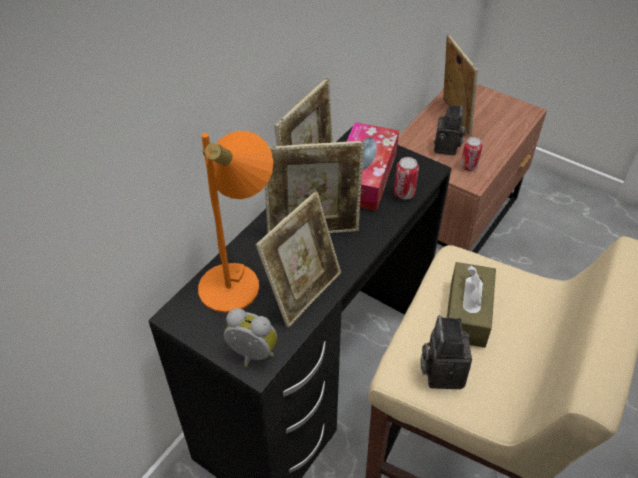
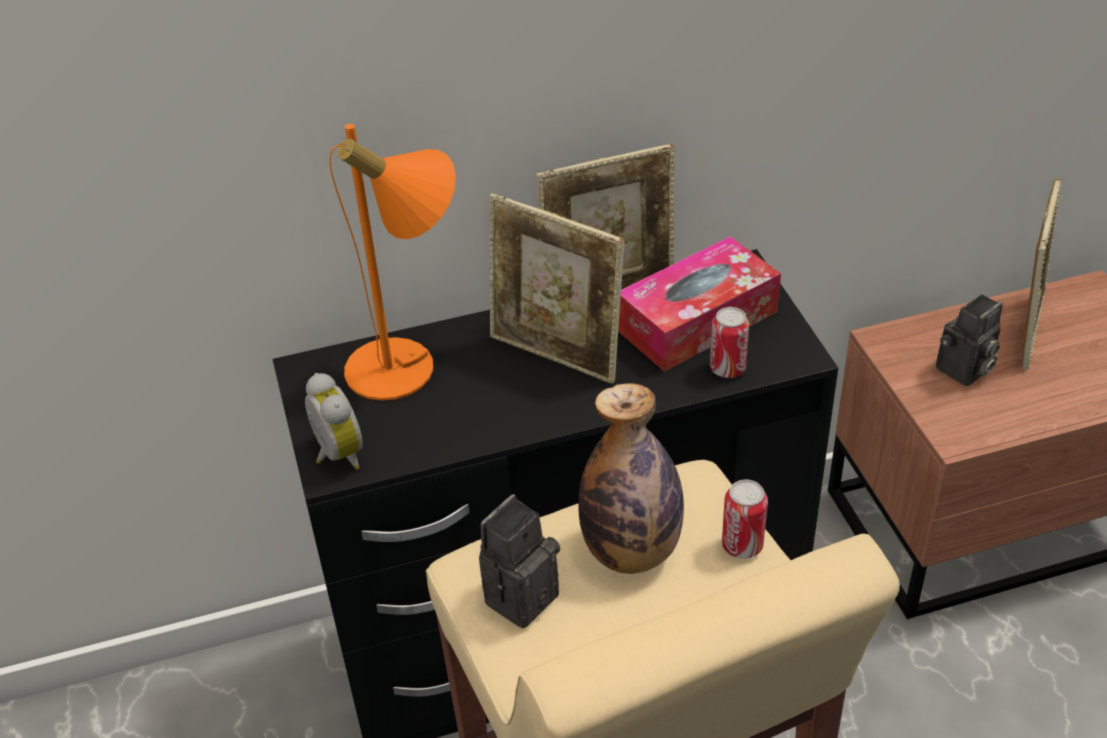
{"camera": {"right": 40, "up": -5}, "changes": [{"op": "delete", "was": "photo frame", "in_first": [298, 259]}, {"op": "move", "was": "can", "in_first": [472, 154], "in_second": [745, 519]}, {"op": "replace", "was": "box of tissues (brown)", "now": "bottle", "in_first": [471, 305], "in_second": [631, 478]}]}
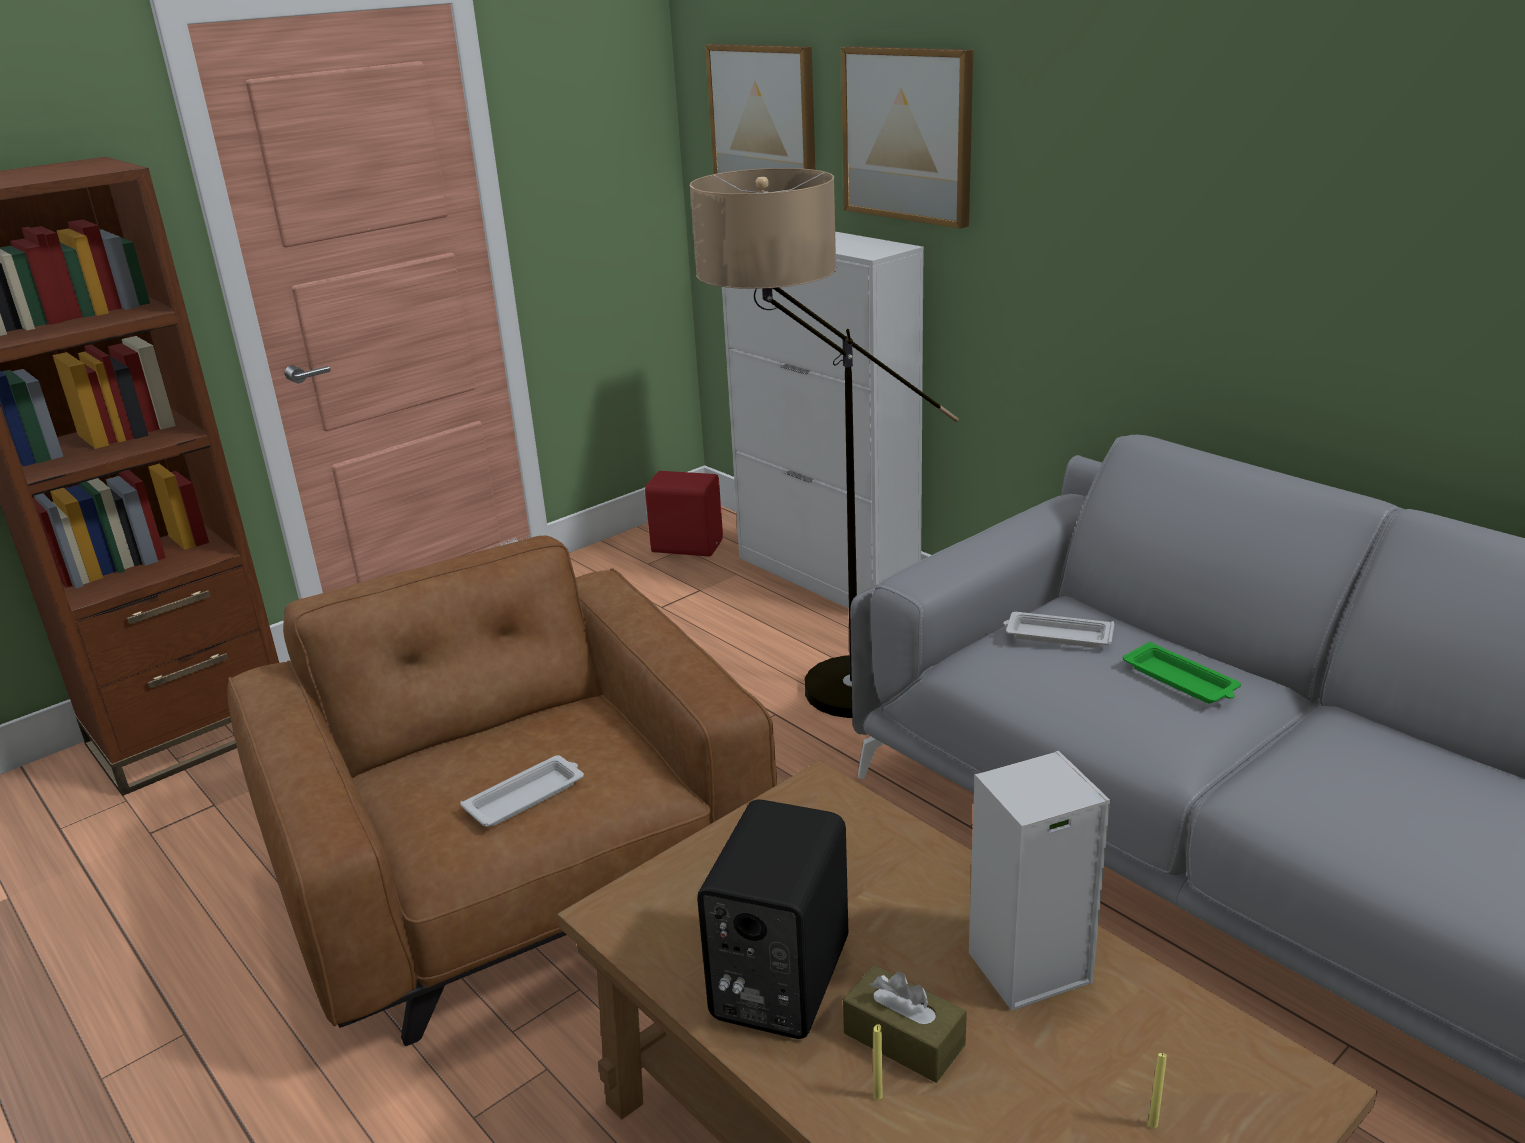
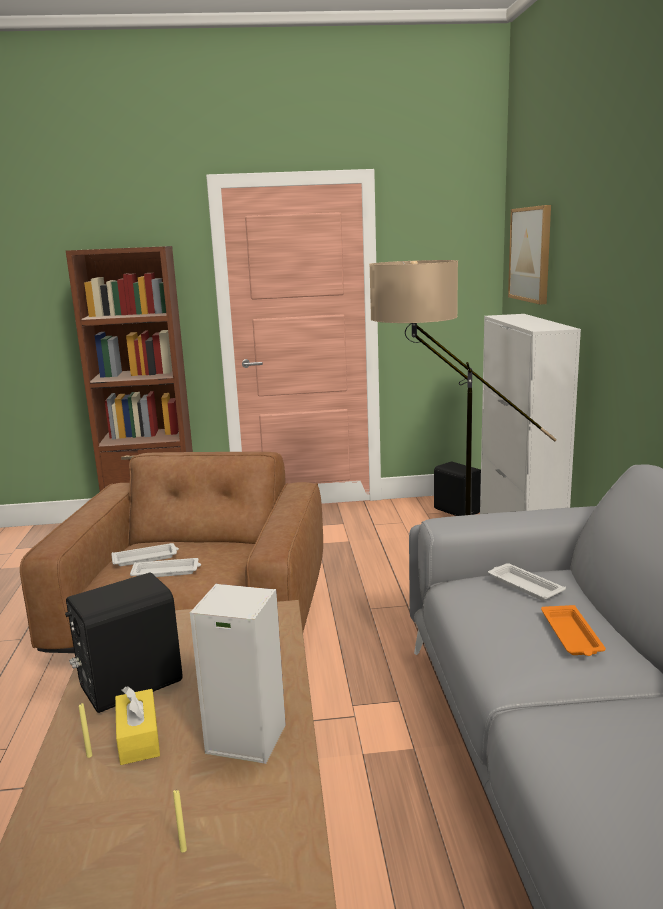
{"camera": {"right": 35, "up": -10}, "changes": [{"op": "delete", "was": "wall art", "in_first": [907, 137]}, {"op": "insert", "now": "carrying tray (white-coloured)", "in_second": [145, 554]}, {"op": "recolor", "was": "loudspeaker (reddish)", "now": "loudspeaker (black)", "in_first": [684, 514], "in_second": [457, 489]}, {"op": "recolor", "was": "box of tissues (brown)", "now": "box of tissues (yellow)", "in_first": [905, 1024], "in_second": [137, 725]}, {"op": "recolor", "was": "carrying tray (greenish)", "now": "carrying tray (orange)", "in_first": [1182, 672], "in_second": [573, 630]}]}
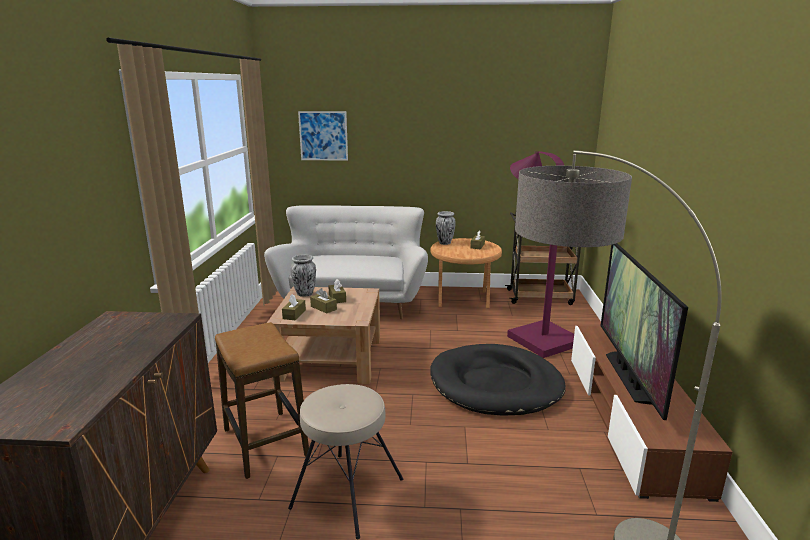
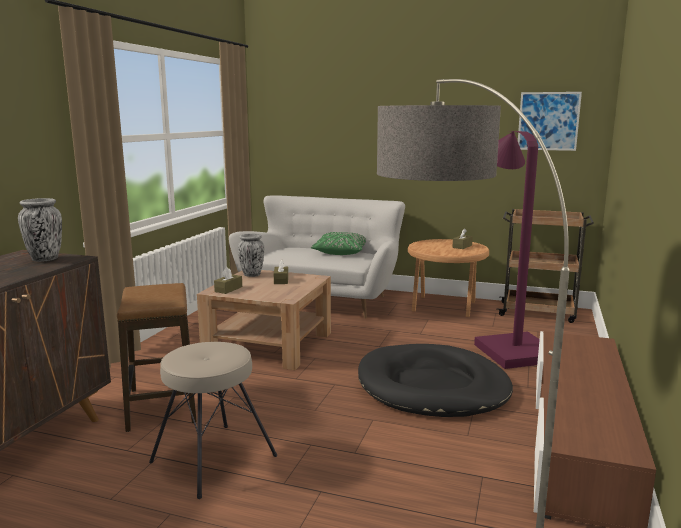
{"camera": {"right": 15, "up": -5}, "changes": [{"op": "delete", "was": "box of tissues (brown)", "in_first": [323, 300]}, {"op": "delete", "was": "TV set", "in_first": [644, 331]}, {"op": "insert", "now": "throw pillow (greenish)", "in_second": [338, 243]}, {"op": "move", "was": "wall art", "in_first": [323, 136], "in_second": [550, 121]}, {"op": "move", "was": "flower vase", "in_first": [446, 228], "in_second": [40, 230]}]}
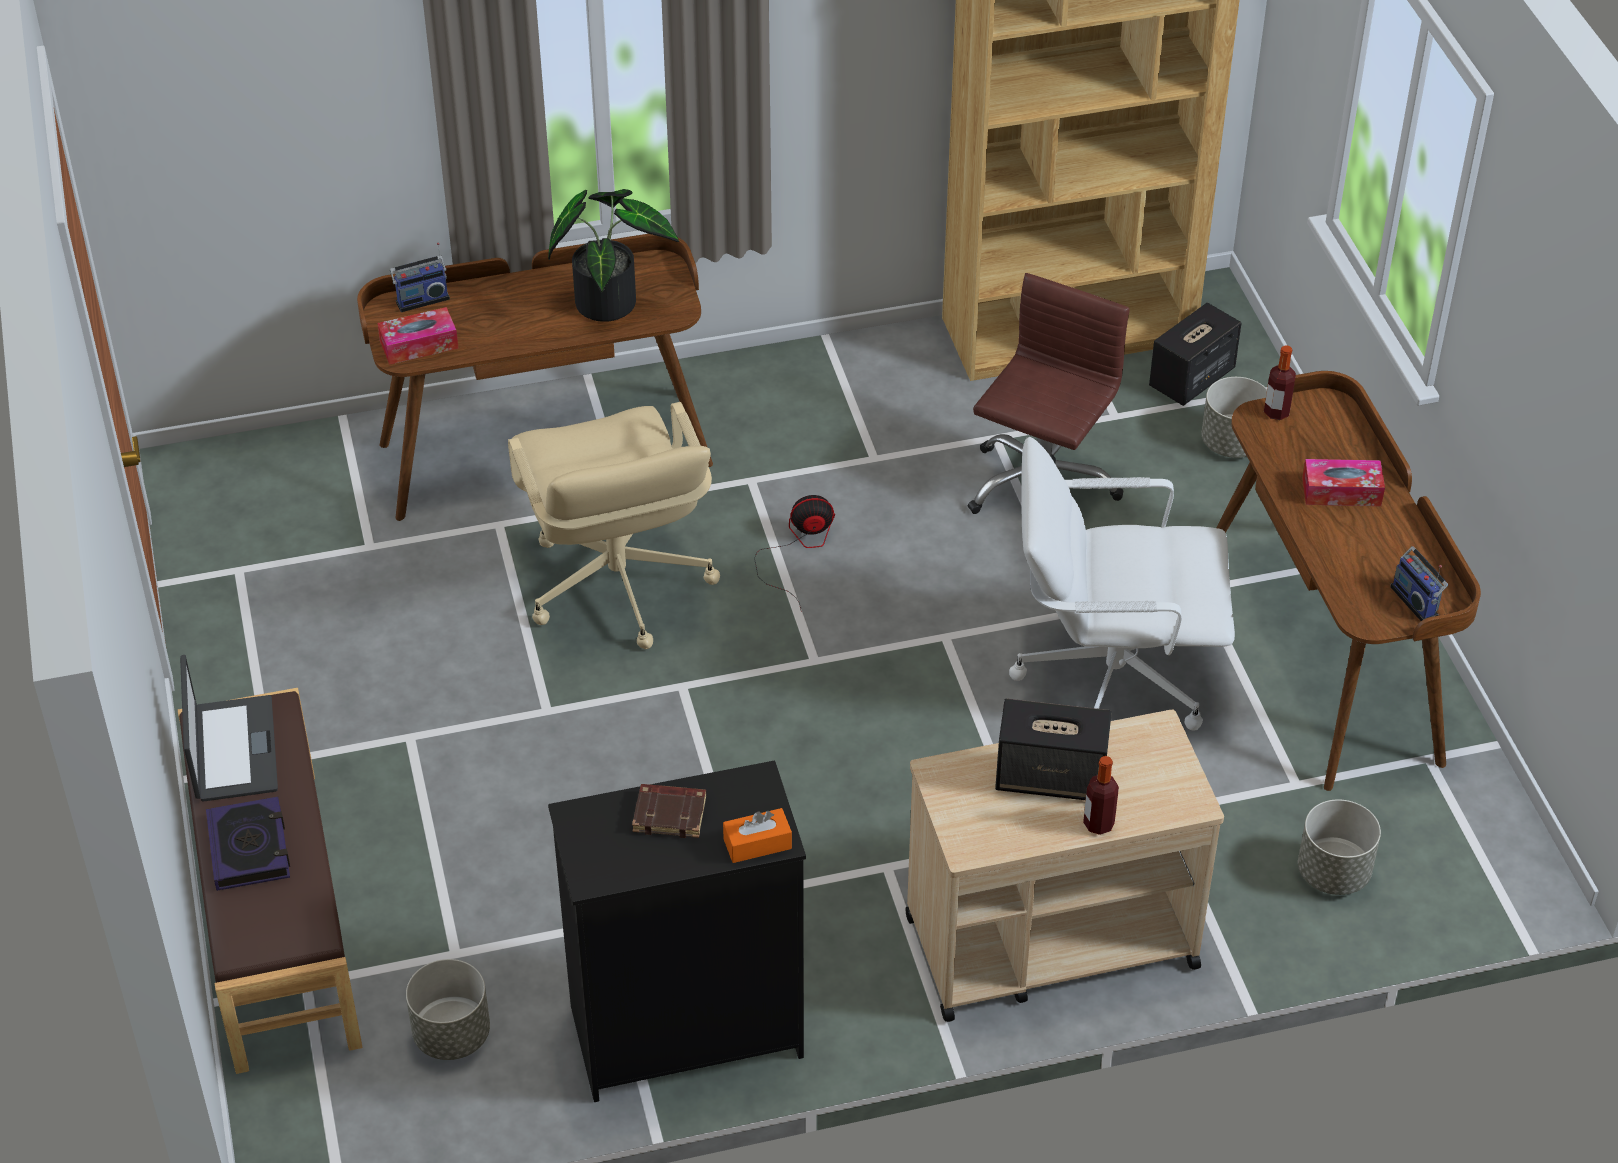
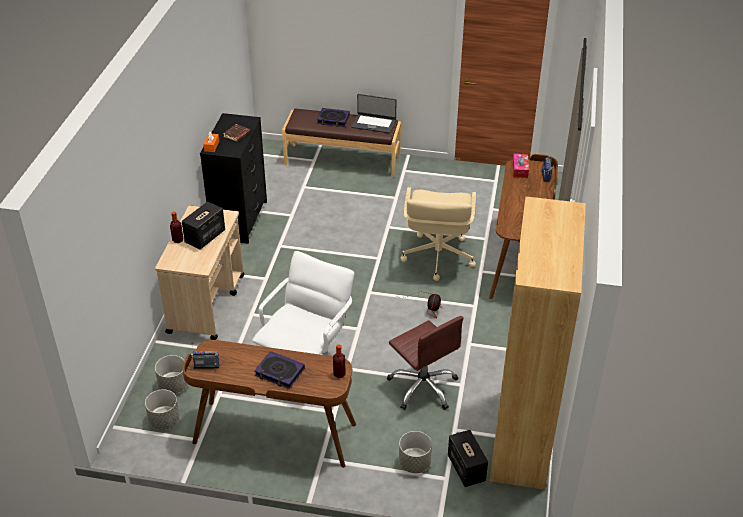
{"camera": {"right": 115, "up": -5}, "changes": [{"op": "delete", "was": "houseplant", "in_first": [613, 255]}, {"op": "move", "was": "planter (greyish)", "in_first": [448, 1009], "in_second": [162, 409]}, {"op": "replace", "was": "box of tissues", "now": "volume", "in_first": [1343, 482], "in_second": [279, 370]}, {"op": "rotate", "was": "office chair (sand-coloured)", "in_first": [614, 525], "in_second": [438, 234], "clockwise": -90}]}
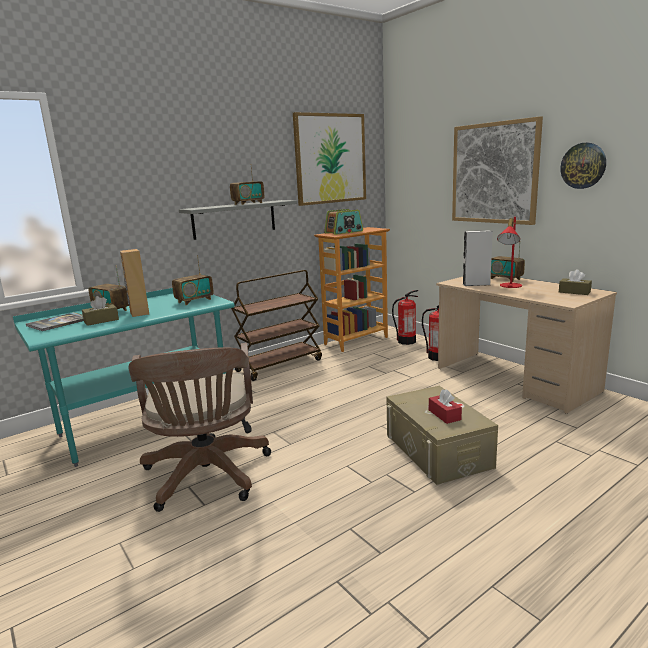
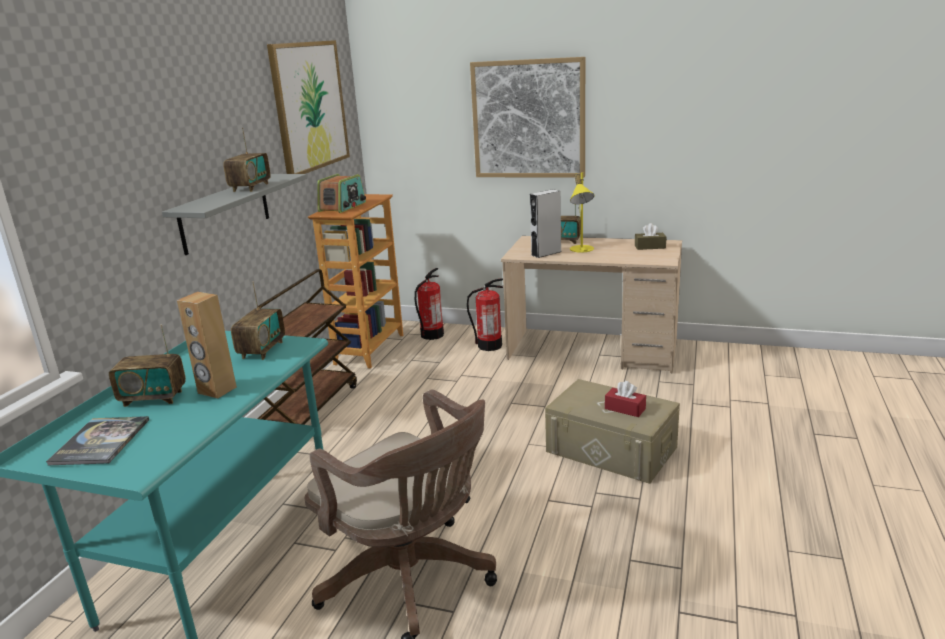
{"camera": {"right": -35, "up": 5}, "changes": [{"op": "delete", "was": "box of tissues (brown)", "in_first": [100, 311]}, {"op": "delete", "was": "hanging clock", "in_first": [583, 166]}, {"op": "recolor", "was": "tabletop lamp (reddish)", "now": "tabletop lamp (yellow)", "in_first": [509, 252], "in_second": [582, 212]}]}
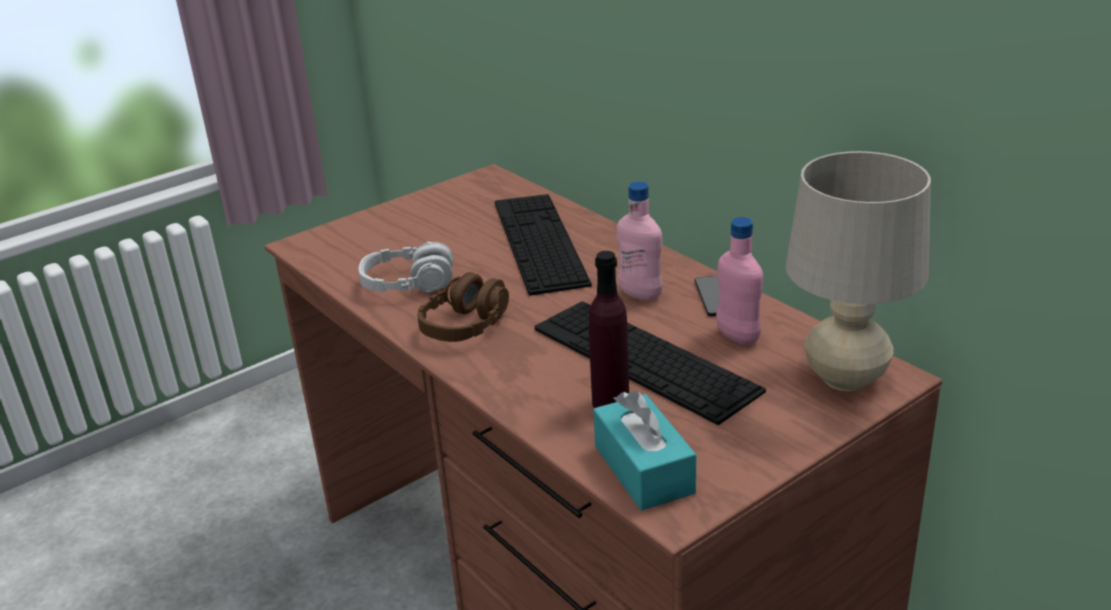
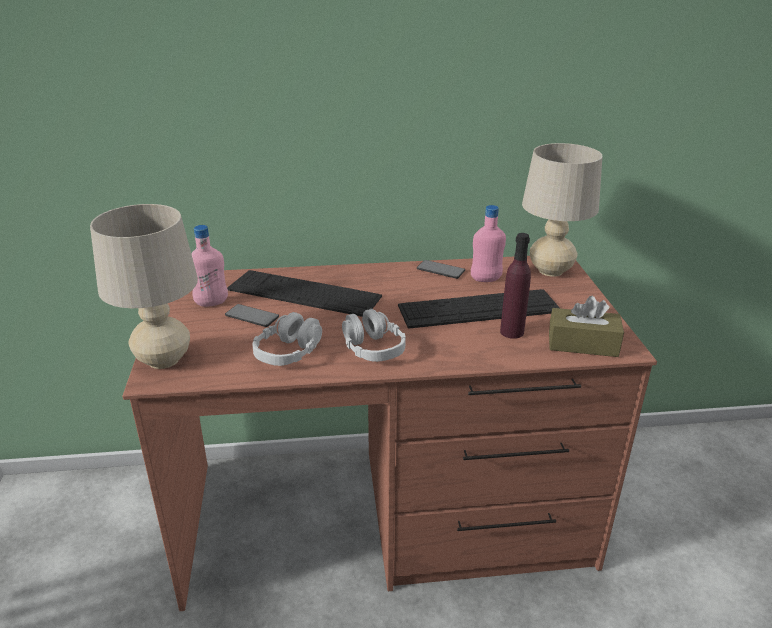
{"camera": {"right": -60, "up": 0}, "changes": [{"op": "insert", "now": "tabletop lamp (sand-coloured)", "in_second": [144, 286]}, {"op": "insert", "now": "handset", "in_second": [252, 315]}, {"op": "move", "was": "bottle (pinkish)", "in_first": [640, 241], "in_second": [209, 266]}, {"op": "recolor", "was": "headphones (brown)", "now": "headphones (greyish)", "in_first": [463, 307], "in_second": [374, 335]}, {"op": "recolor", "was": "box of tissues (turquoise-coloured)", "now": "box of tissues (brown)", "in_first": [644, 451], "in_second": [586, 326]}]}
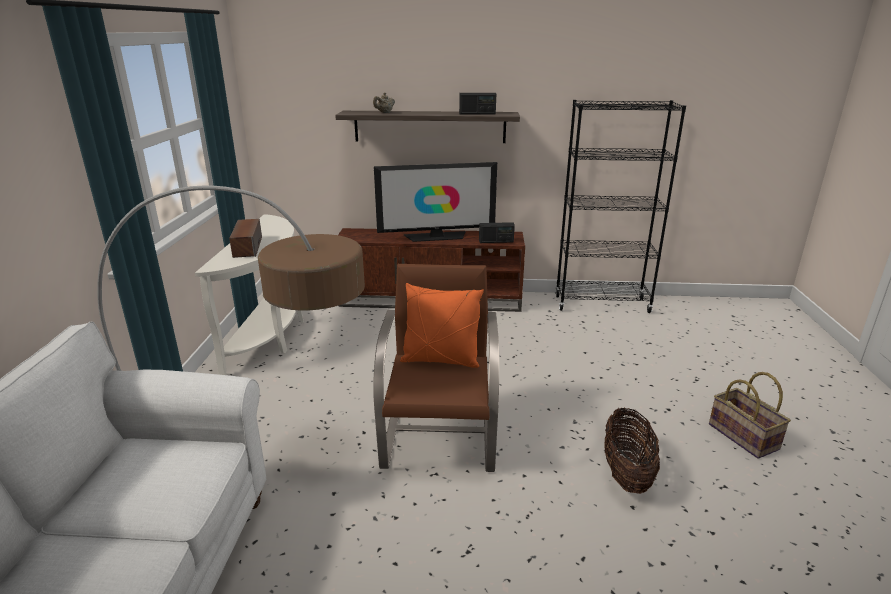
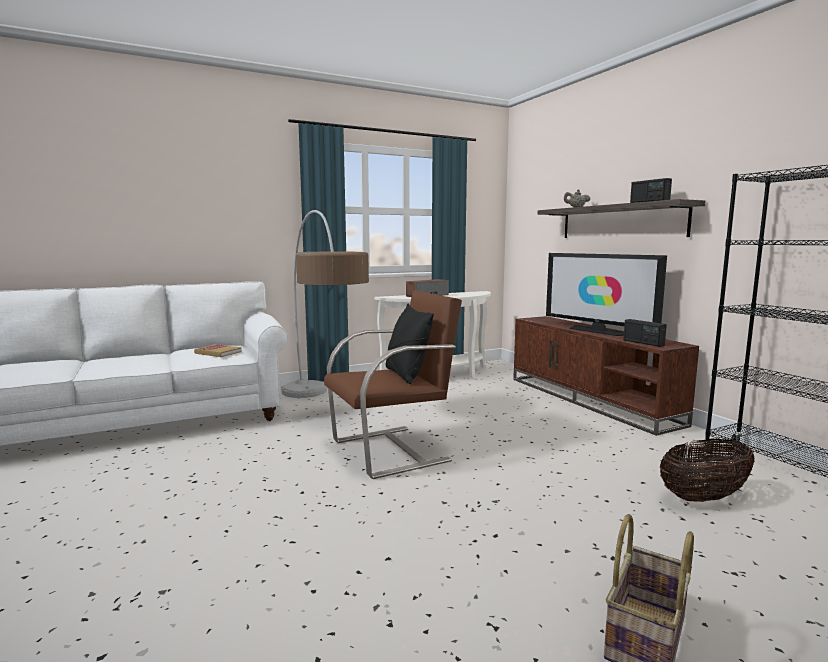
{"camera": {"right": 60, "up": -15}, "changes": [{"op": "insert", "now": "volume", "in_second": [218, 350]}, {"op": "move", "was": "storage basket", "in_first": [632, 450], "in_second": [707, 470]}, {"op": "recolor", "was": "throw pillow (orange)", "now": "throw pillow (black)", "in_first": [442, 325], "in_second": [409, 344]}]}
